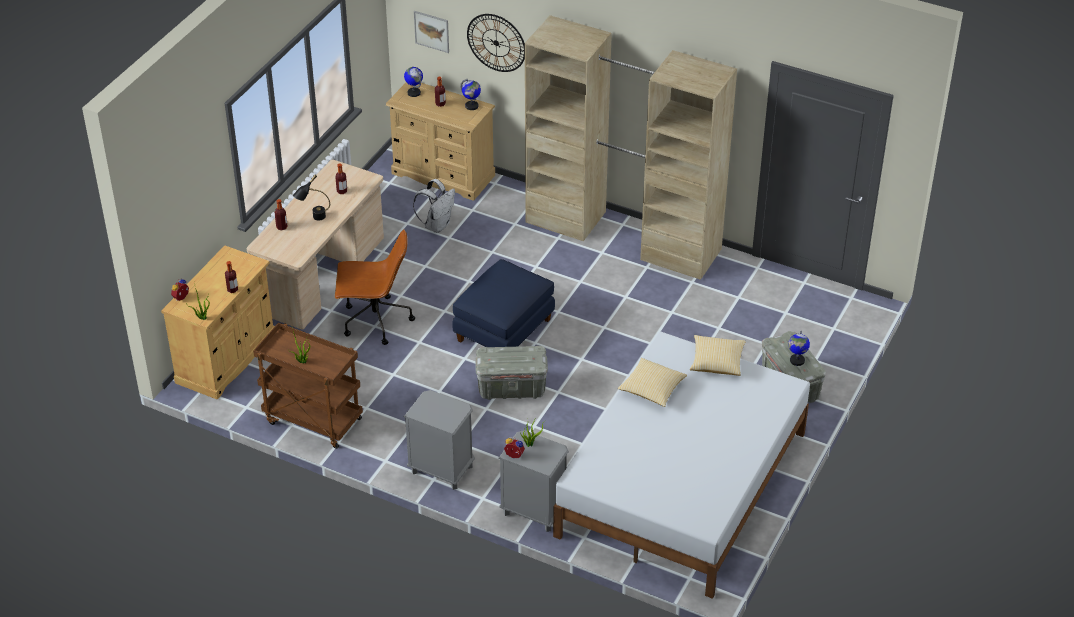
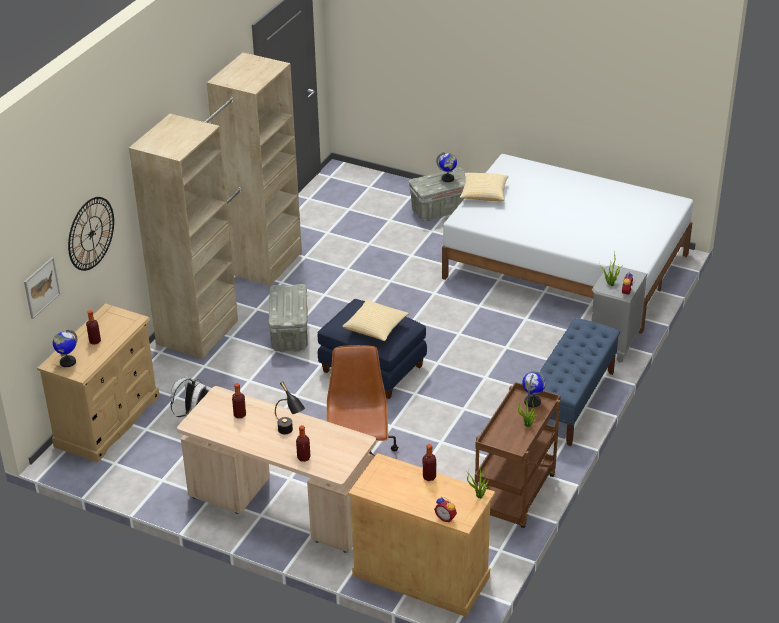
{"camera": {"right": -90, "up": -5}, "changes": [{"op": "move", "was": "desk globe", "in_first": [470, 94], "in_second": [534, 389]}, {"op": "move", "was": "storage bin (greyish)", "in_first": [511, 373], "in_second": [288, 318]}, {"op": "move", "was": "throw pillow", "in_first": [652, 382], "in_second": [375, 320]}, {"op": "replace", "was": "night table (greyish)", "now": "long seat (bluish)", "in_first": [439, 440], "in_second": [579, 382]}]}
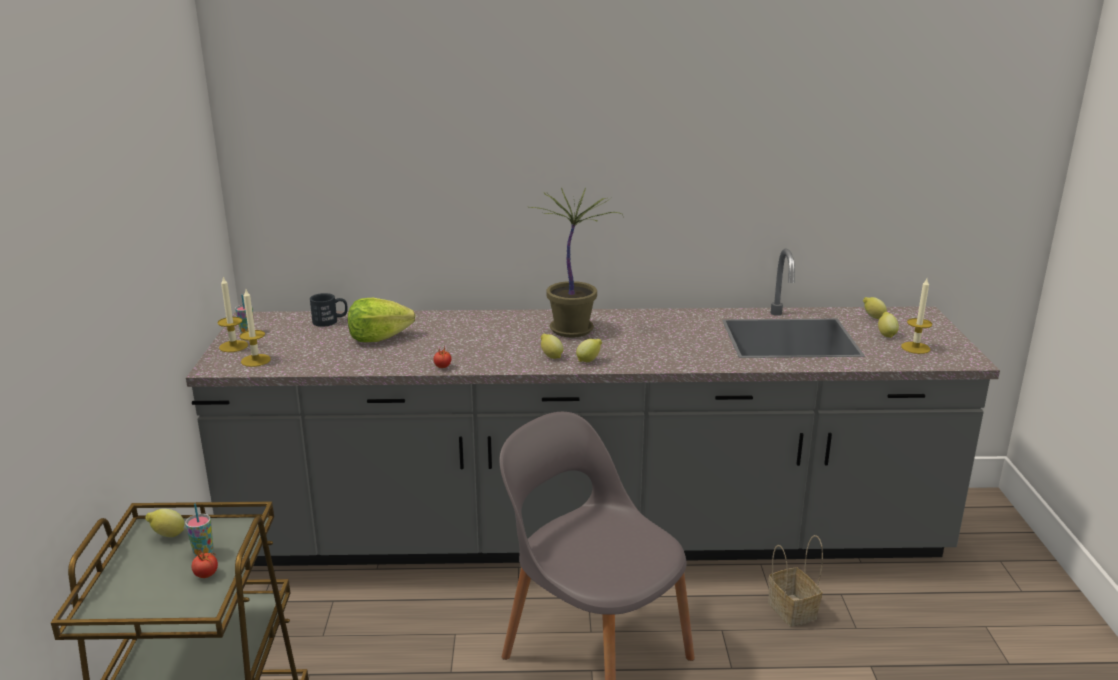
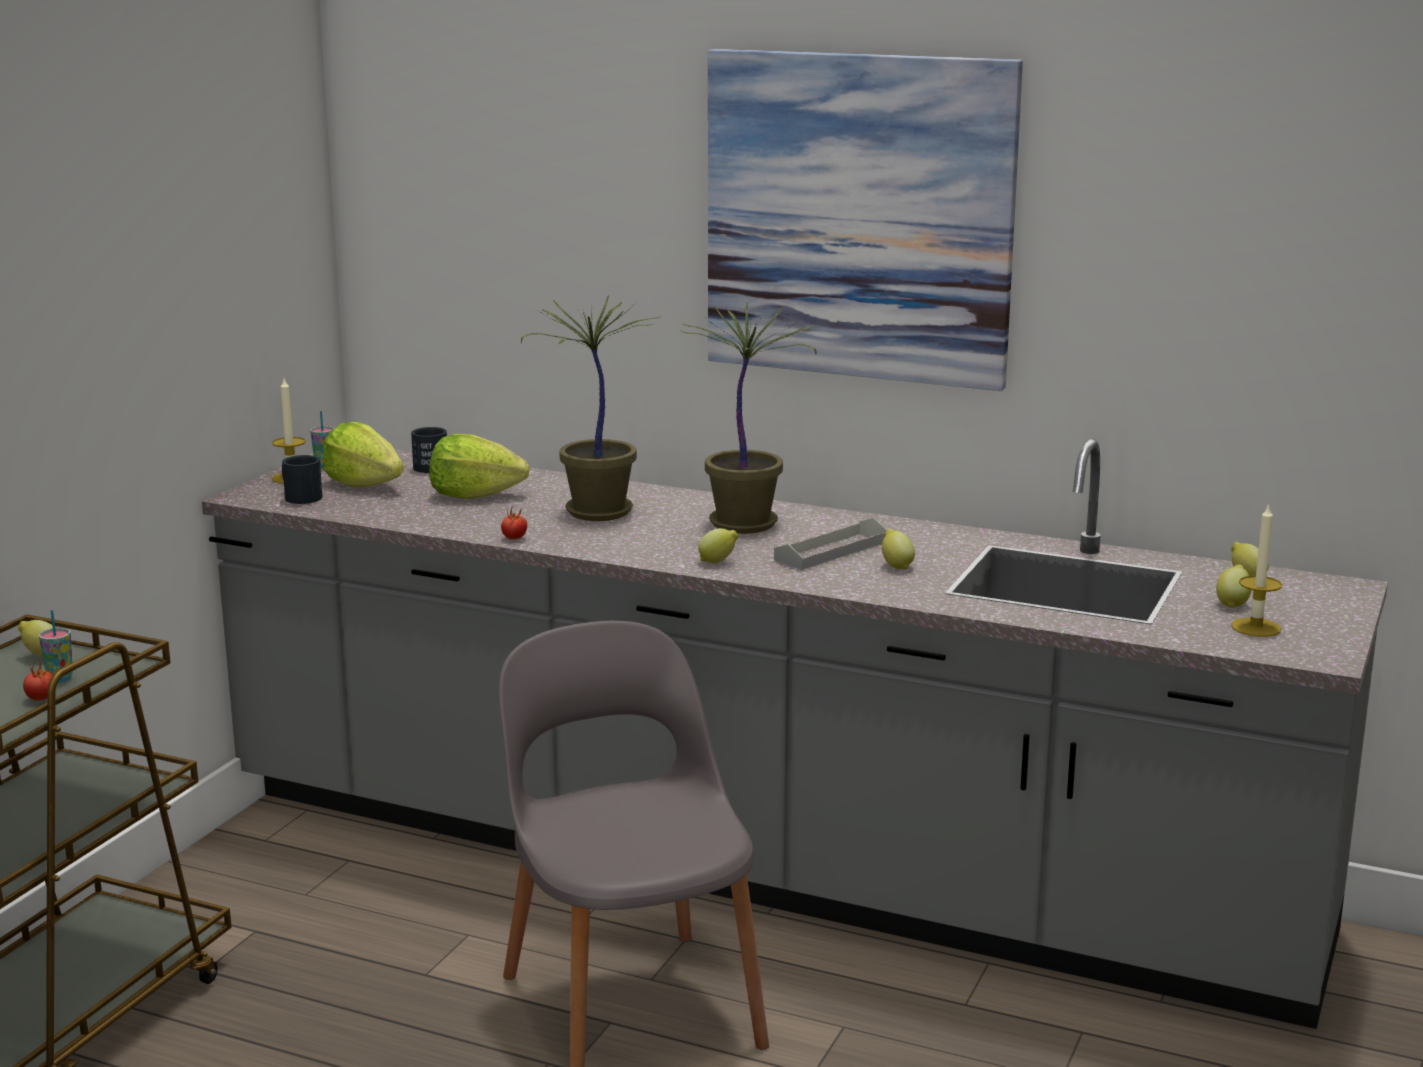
{"camera": {"right": 25, "up": -5}, "changes": [{"op": "delete", "was": "storage basket", "in_first": [795, 581]}, {"op": "insert", "now": "lettuce head", "in_second": [363, 454]}, {"op": "insert", "now": "houseplant", "in_second": [590, 408]}, {"op": "insert", "now": "wall art", "in_second": [865, 220]}, {"op": "insert", "now": "carrying tray (greyish)", "in_second": [830, 544]}, {"op": "move", "was": "whole lemon", "in_first": [552, 346], "in_second": [898, 549]}, {"op": "replace", "was": "wax candle", "now": "tea mug (black)", "in_first": [255, 328], "in_second": [302, 479]}]}
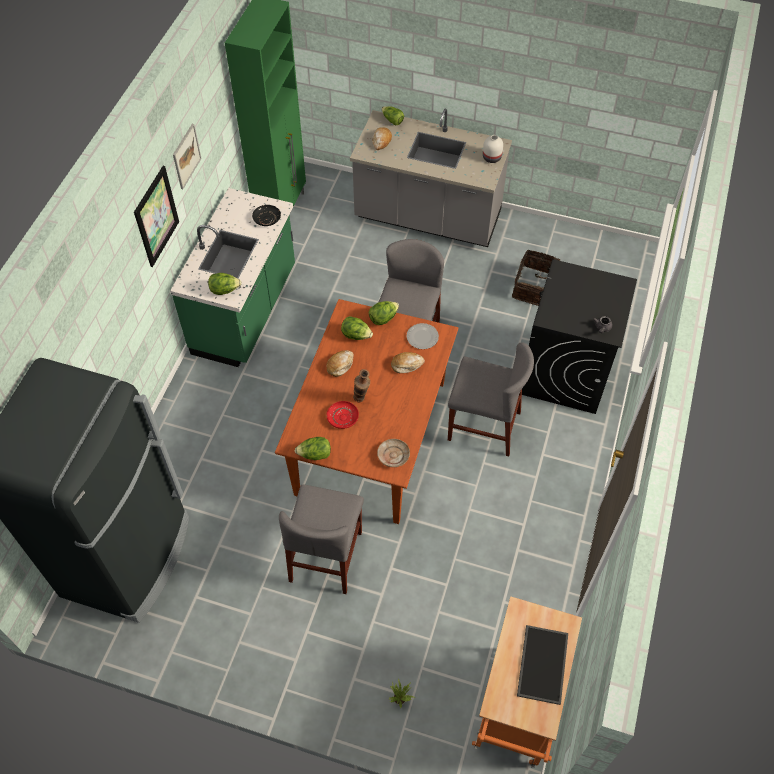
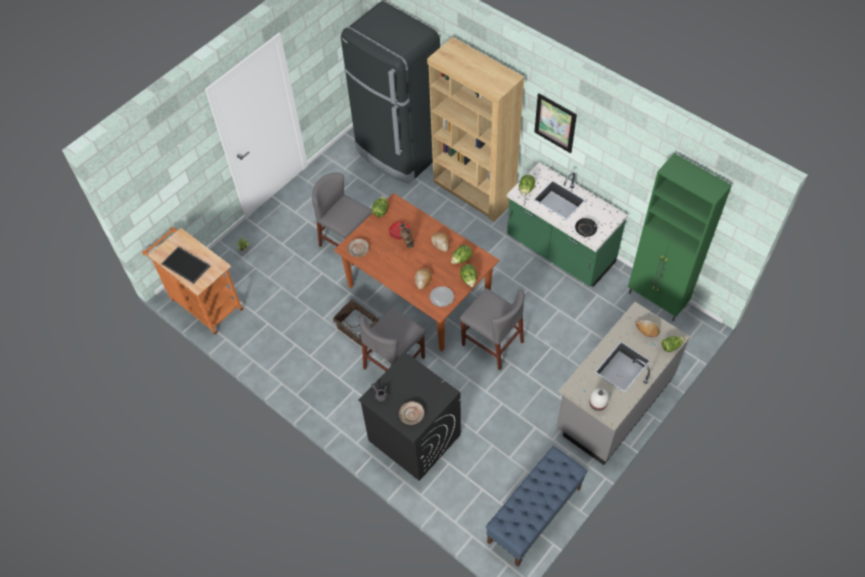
{"camera": {"right": 115, "up": 0}, "changes": [{"op": "delete", "was": "wall art", "in_first": [187, 156]}, {"op": "insert", "now": "dinner plate (sand-coloured)", "in_second": [411, 413]}, {"op": "insert", "now": "bookshelf (brown)", "in_second": [475, 129]}, {"op": "insert", "now": "long seat (bluish)", "in_second": [537, 506]}, {"op": "move", "was": "storage basket", "in_first": [536, 278], "in_second": [356, 322]}]}
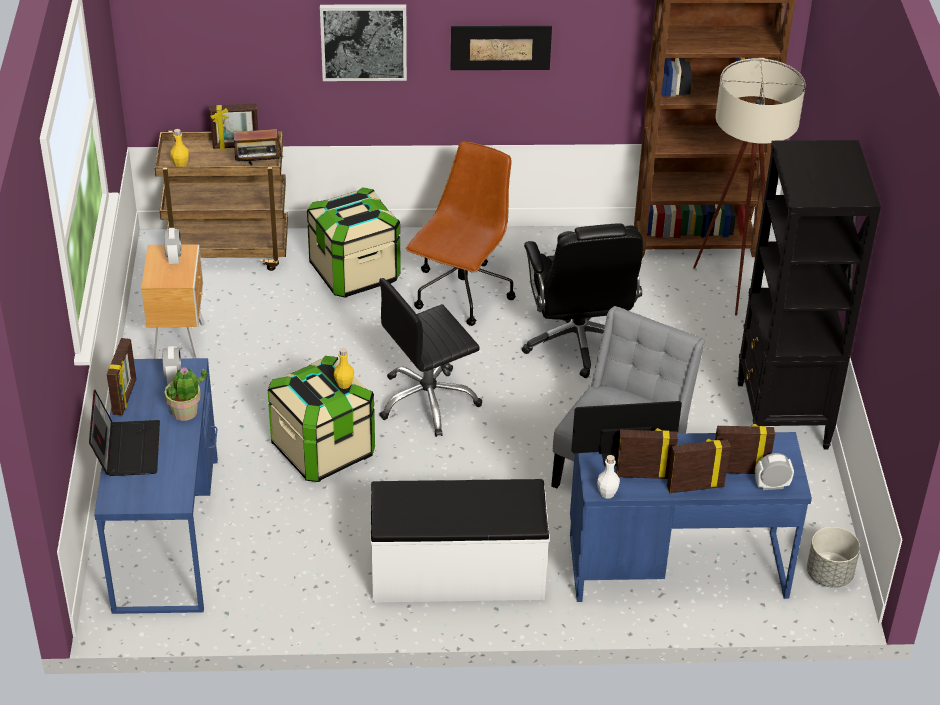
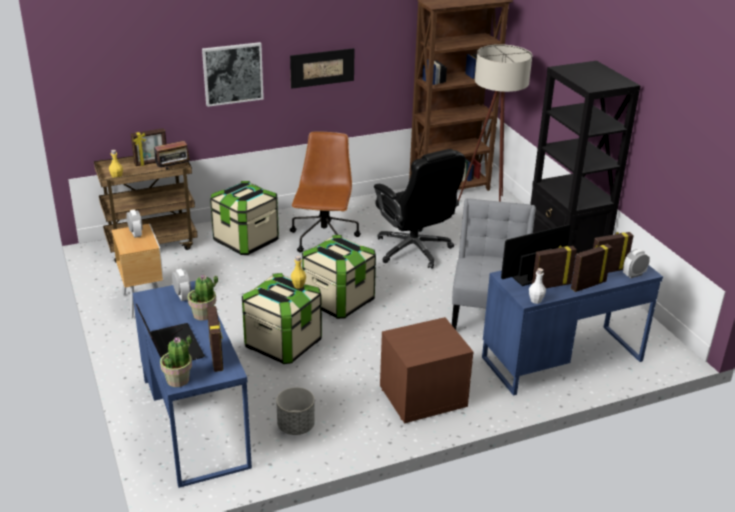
{"camera": {"right": -20, "up": -10}, "changes": [{"op": "insert", "now": "houseplant", "in_second": [176, 361]}, {"op": "move", "was": "photo frame", "in_first": [121, 377], "in_second": [215, 339]}, {"op": "move", "was": "planter (greyish)", "in_first": [833, 557], "in_second": [295, 411]}, {"op": "replace", "was": "long seat (white-coloured)", "now": "night table (brown)", "in_first": [460, 541], "in_second": [427, 370]}, {"op": "replace", "was": "office chair (black)", "now": "storage bin", "in_first": [430, 357], "in_second": [339, 277]}]}
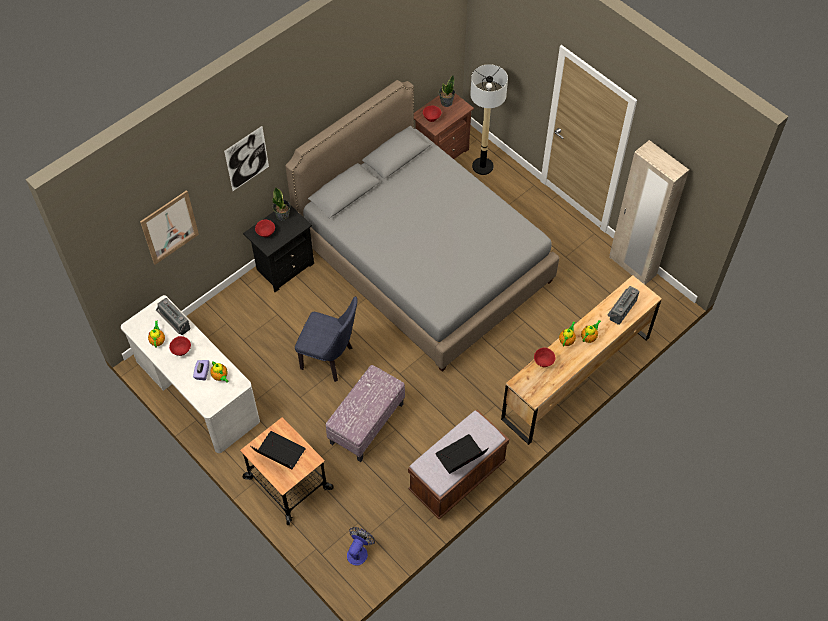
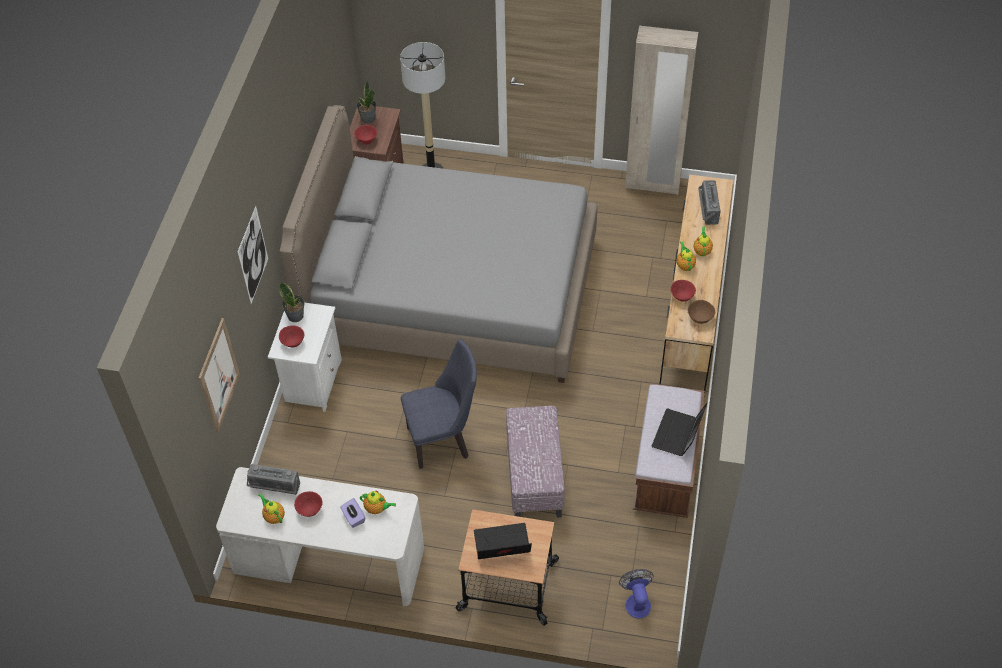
{"camera": {"right": -35, "up": -5}, "changes": [{"op": "insert", "now": "deep dish (brown)", "in_second": [701, 312]}, {"op": "recolor", "was": "night table (black)", "now": "night table (white-coloured)", "in_first": [278, 248], "in_second": [305, 357]}]}
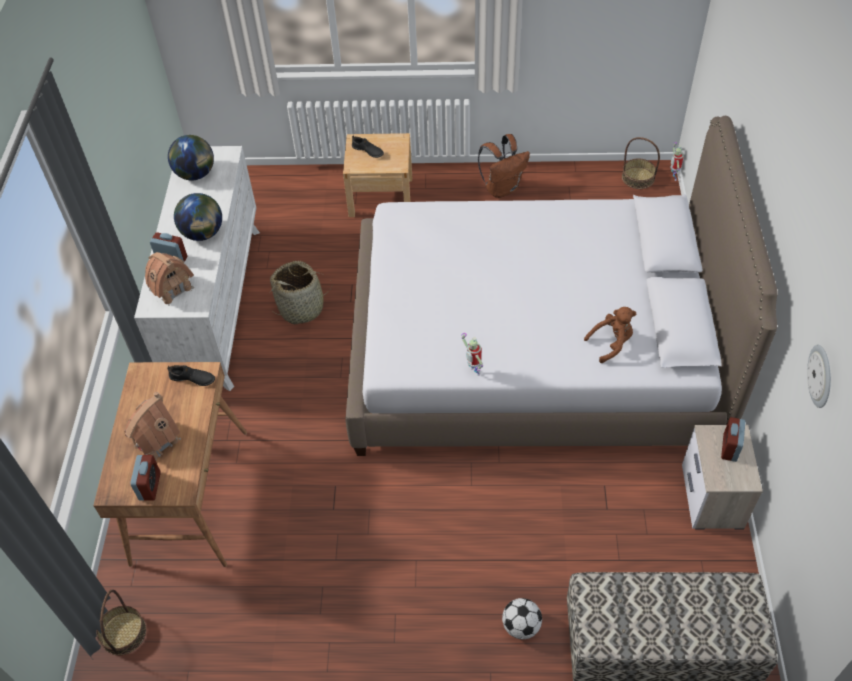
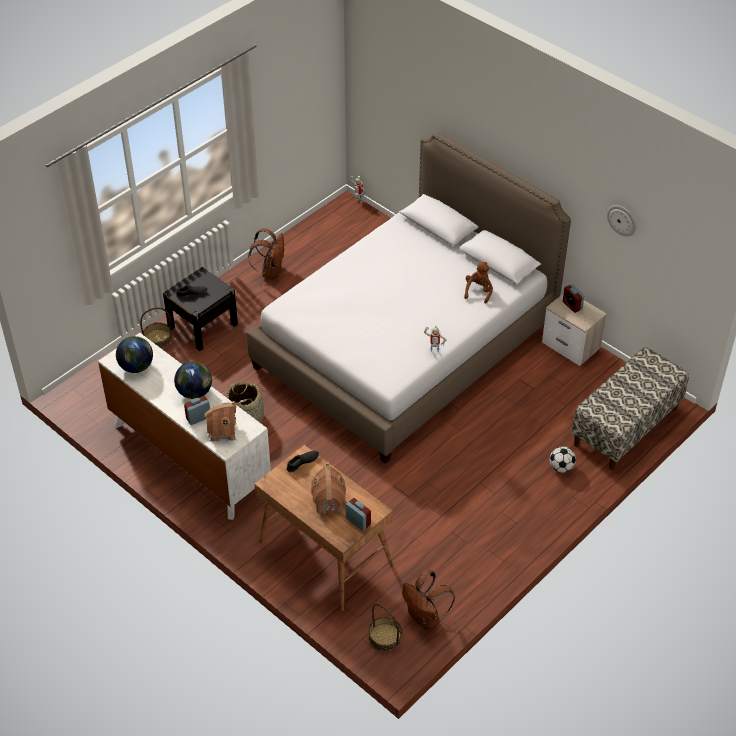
{"camera": {"right": -50, "up": -5}, "changes": [{"op": "insert", "now": "knapsack (brown)", "in_second": [428, 599]}, {"op": "move", "was": "storage basket", "in_first": [641, 163], "in_second": [156, 328]}, {"op": "recolor", "was": "night table (sand-coloured)", "now": "night table (black)", "in_first": [377, 175], "in_second": [200, 309]}]}
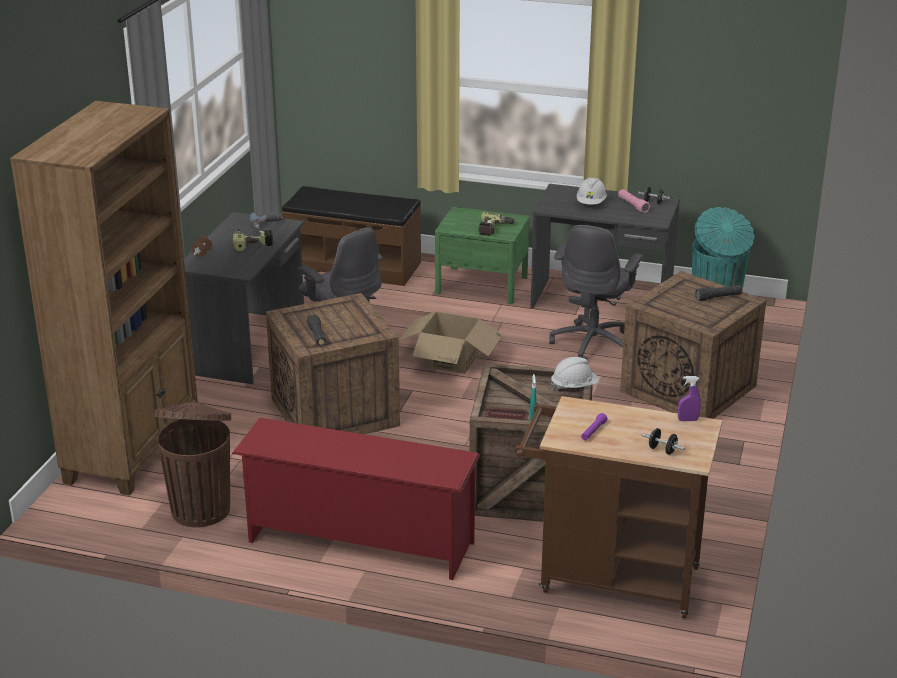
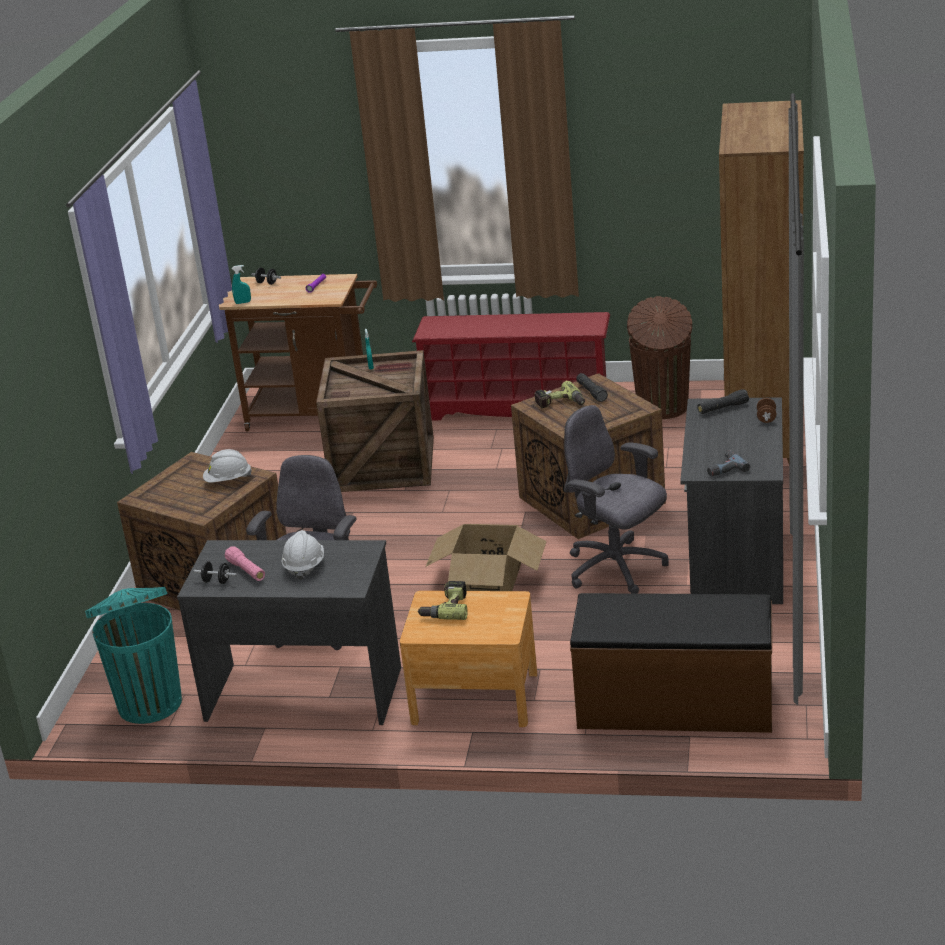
{"camera": {"right": 175, "up": 0}, "changes": [{"op": "move", "was": "power drill", "in_first": [253, 239], "in_second": [559, 395]}, {"op": "move", "was": "safety helmet (white-coloured)", "in_first": [575, 373], "in_second": [227, 466]}, {"op": "move", "was": "flashlight (black)", "in_first": [718, 293], "in_second": [723, 401]}, {"op": "recolor", "was": "night table (greenish)", "now": "night table (brown)", "in_first": [482, 255], "in_second": [468, 659]}, {"op": "recolor", "was": "spray bottle (purplish)", "now": "spray bottle (turquoise-coloured)", "in_first": [689, 398], "in_second": [241, 284]}]}
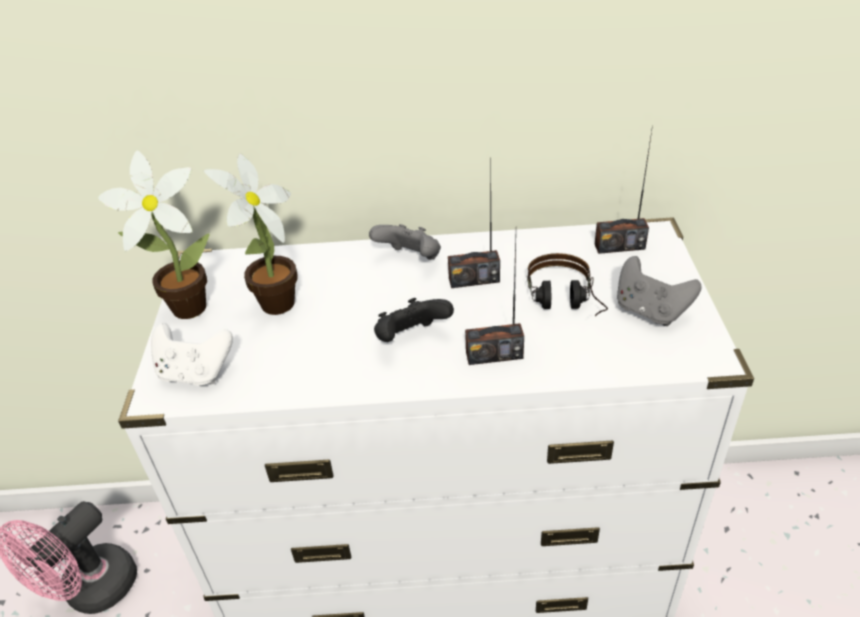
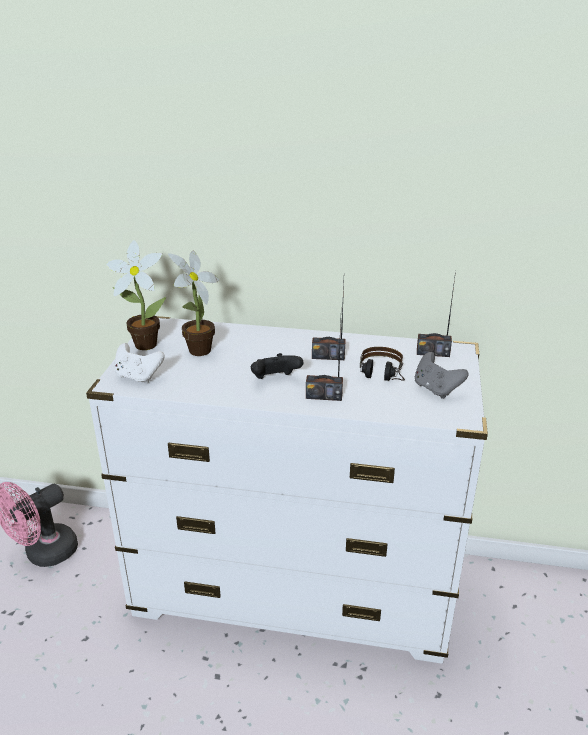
{"camera": {"right": 10, "up": -10}, "changes": [{"op": "delete", "was": "game controller (greyish)", "in_first": [405, 242]}]}
